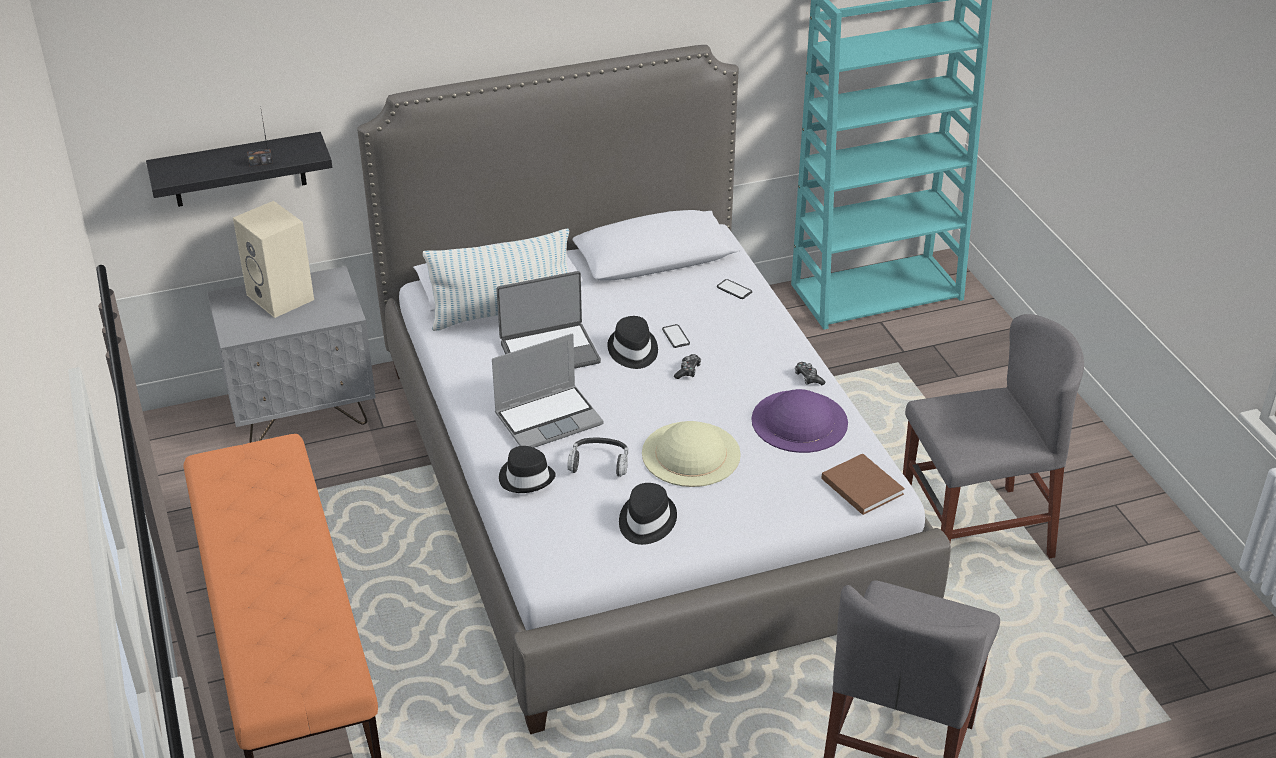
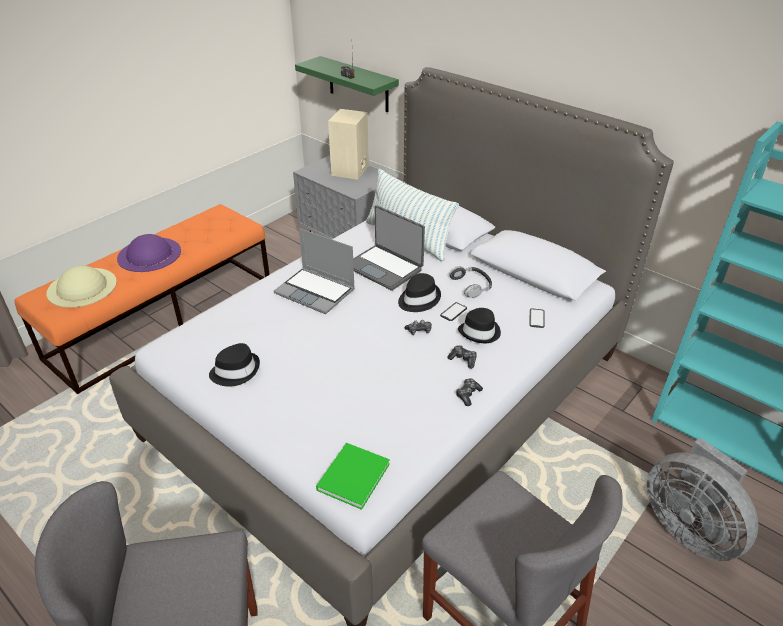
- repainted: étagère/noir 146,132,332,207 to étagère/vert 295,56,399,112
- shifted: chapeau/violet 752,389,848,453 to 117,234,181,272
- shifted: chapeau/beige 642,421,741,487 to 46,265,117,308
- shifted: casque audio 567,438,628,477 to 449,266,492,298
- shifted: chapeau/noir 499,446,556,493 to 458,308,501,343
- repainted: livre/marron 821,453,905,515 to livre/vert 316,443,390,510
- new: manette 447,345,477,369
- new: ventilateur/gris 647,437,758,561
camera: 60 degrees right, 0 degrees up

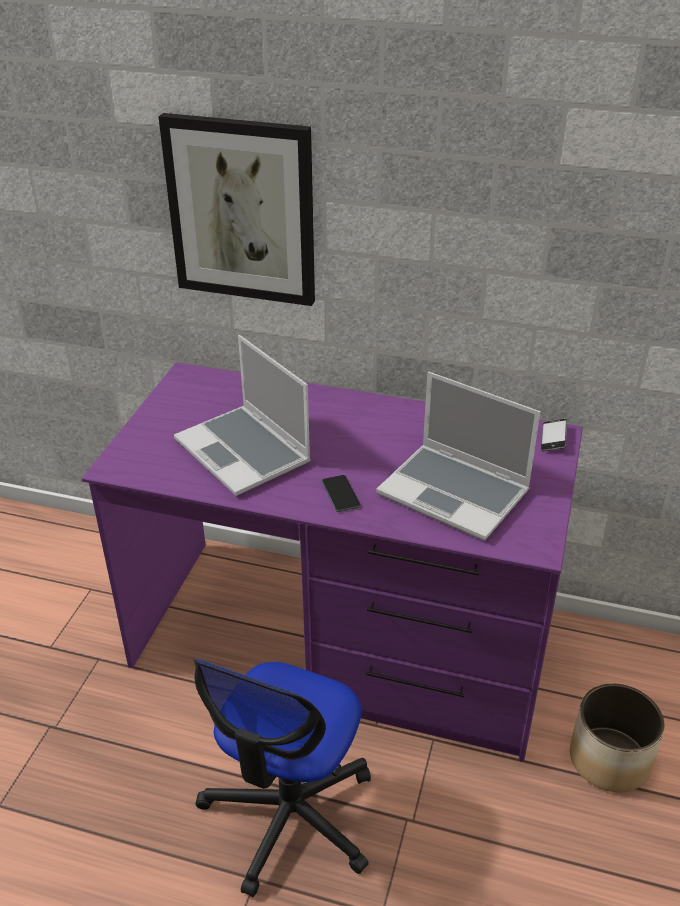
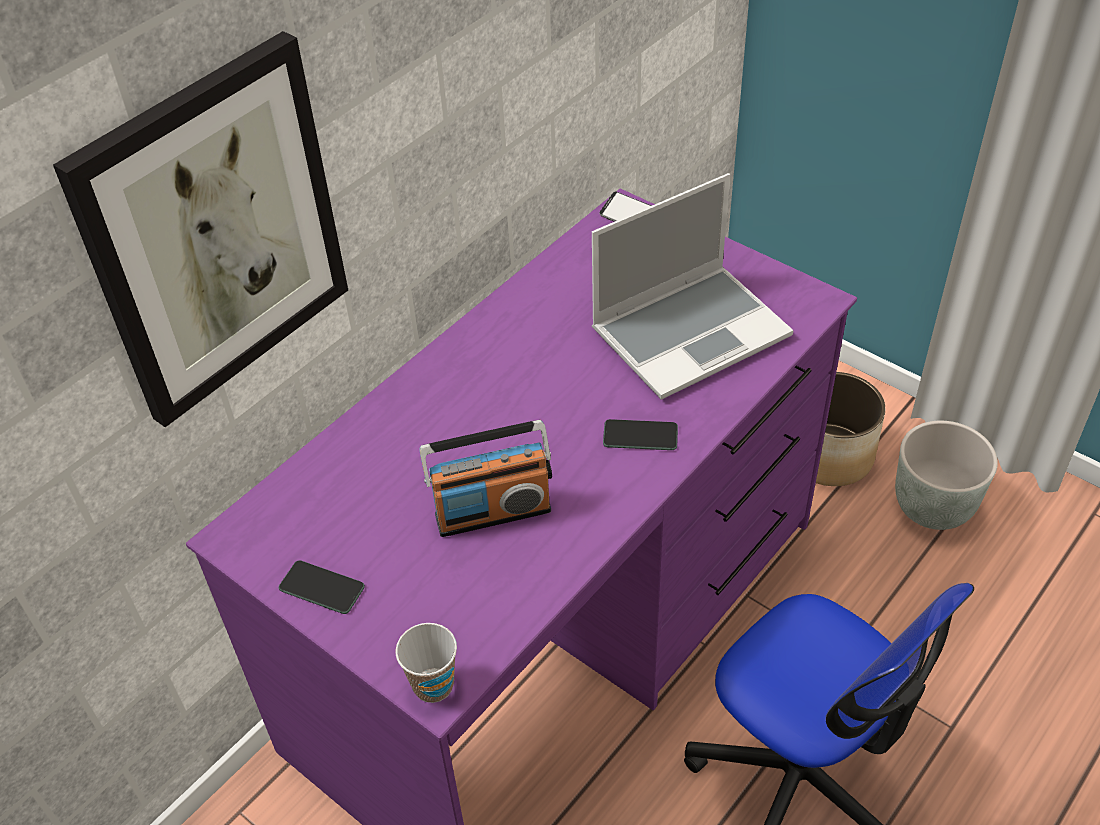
- swapped: ordinateur portable 174,335,311,496 to radio 420,420,552,537
- new: cache-pot/gris 895,421,998,530
- new: téléphone 279,560,365,614
- new: tasse 395,623,457,703
camera: 65 degrees left, 10 degrees up

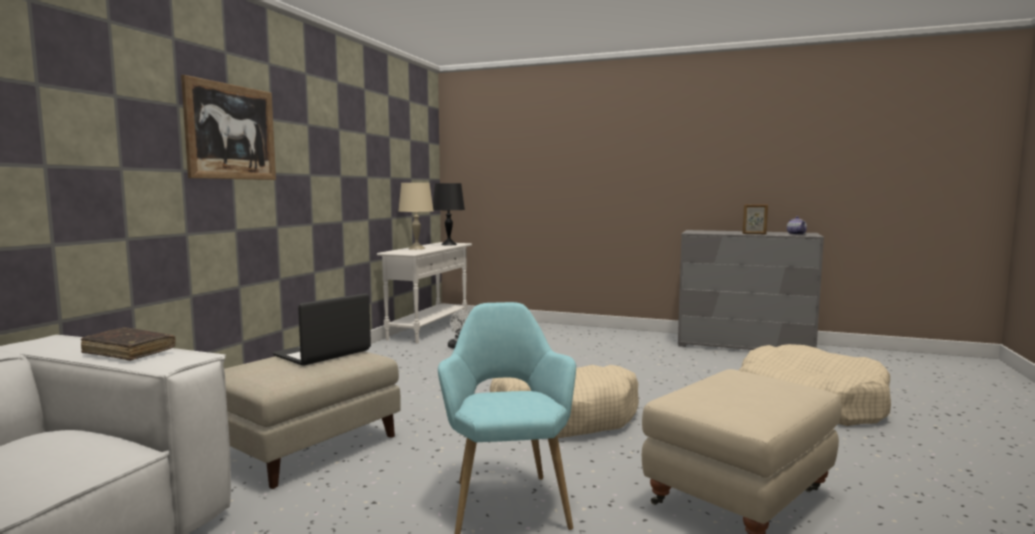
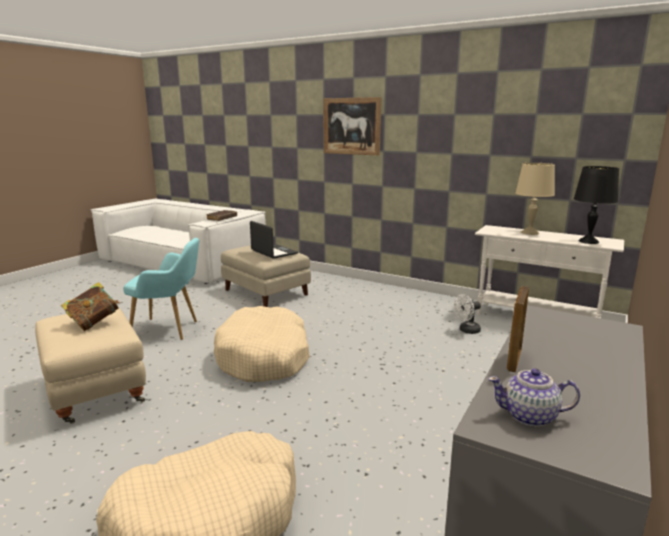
- new: livre 61,282,120,331
camera: 100 degrees right, 10 degrees up

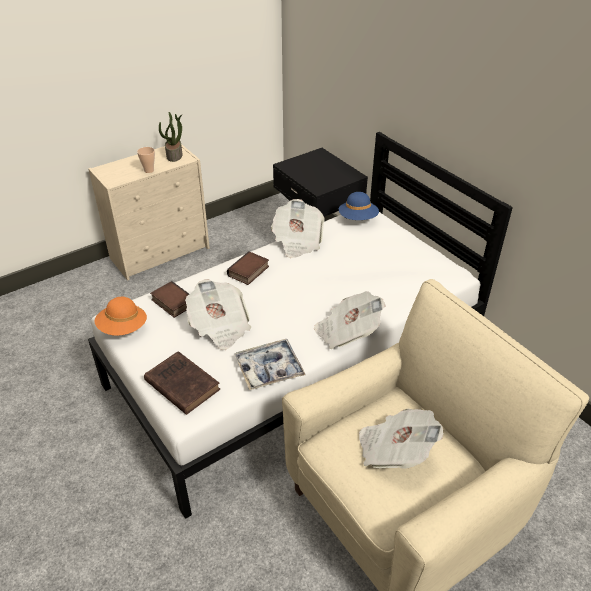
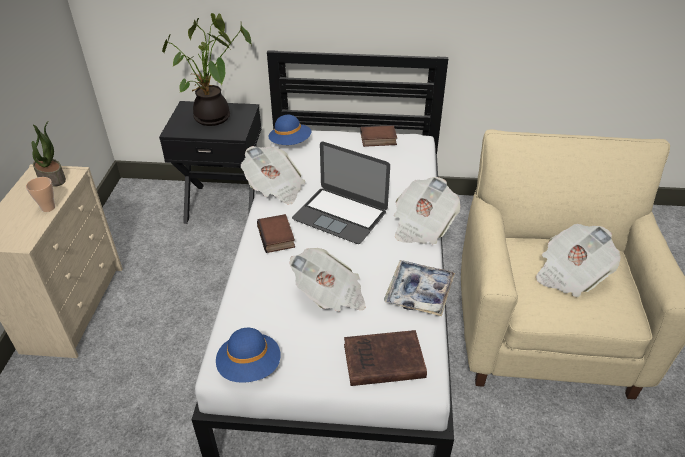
- shifted: livre 150,281,189,318 to 360,125,397,147
- repainted: chapeau/orange 95,297,147,336 to chapeau/bleu 216,328,281,383
- new: plante en pot 162,13,252,126
- new: ordinateur portable 292,142,390,244
camera: 50 degrees left, 0 degrees up

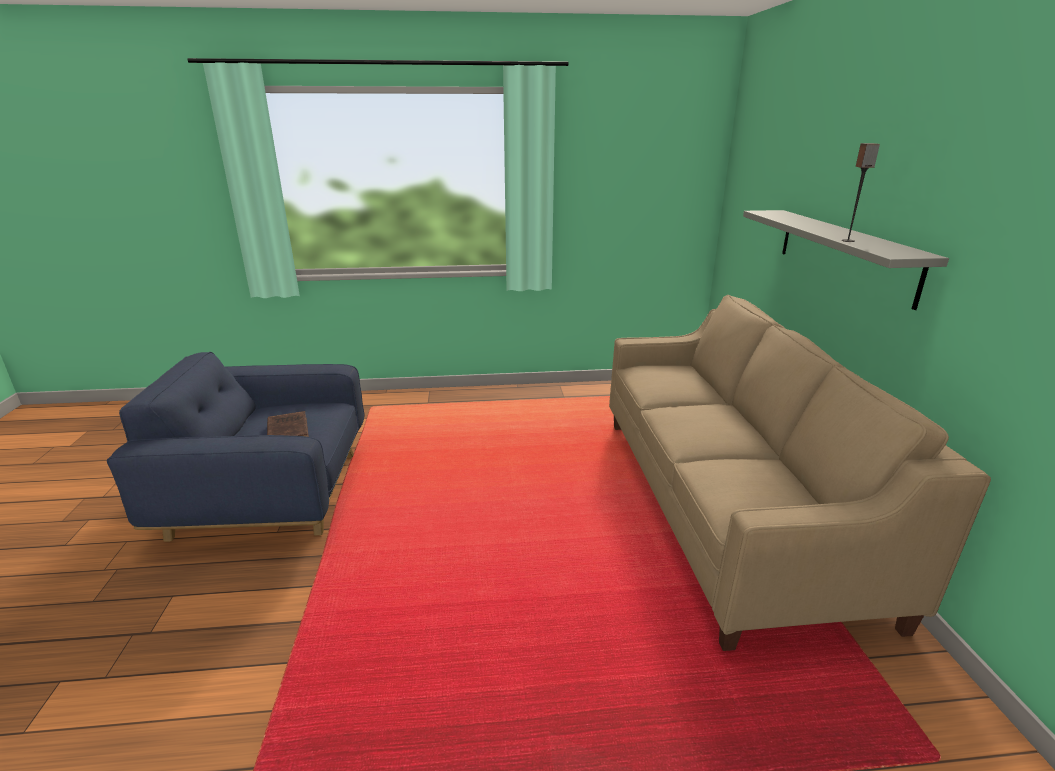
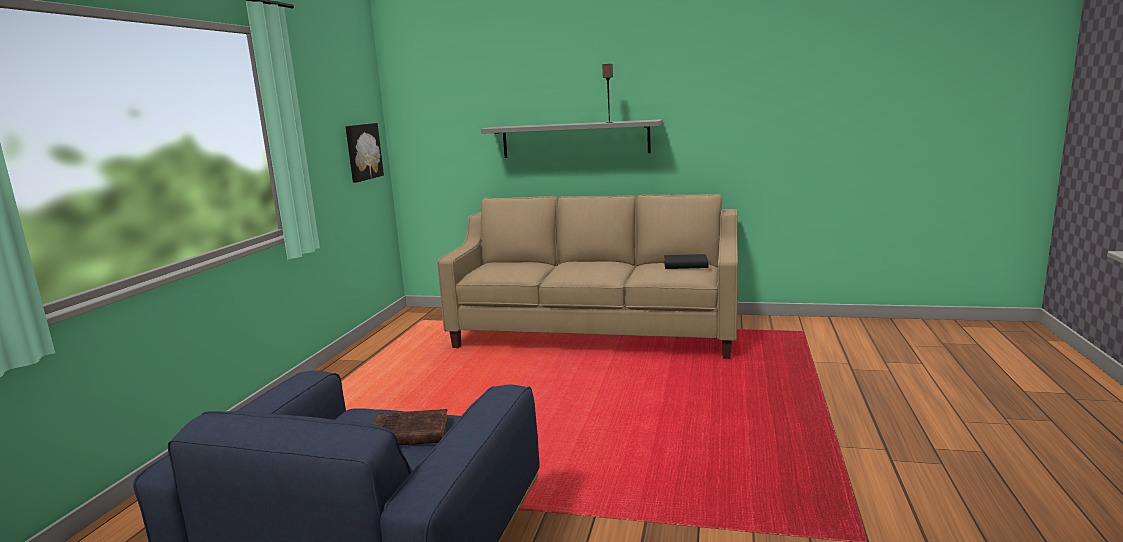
- new: tableau 346,123,384,182
- new: livre/noir 664,254,709,269
camera: 70 degrees left, 10 degrees down

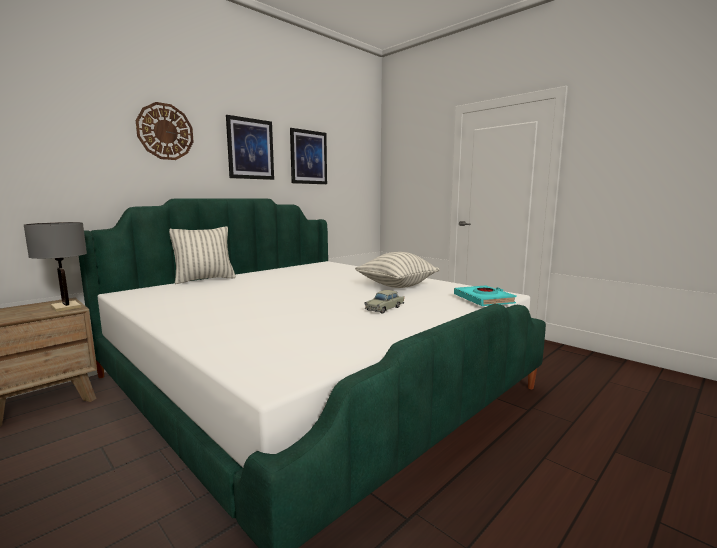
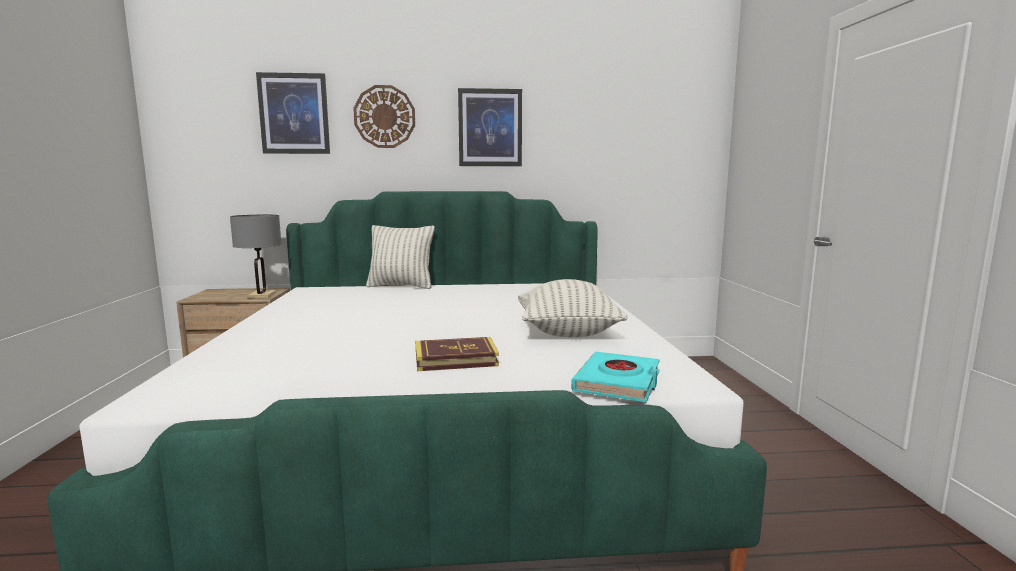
- shifted: tableau 290,128,327,184 to 256,72,330,154
- swapped: petite voiture/beige 364,290,404,314 to livre 416,337,499,371
camera: 40 degrees right, 0 degrees up

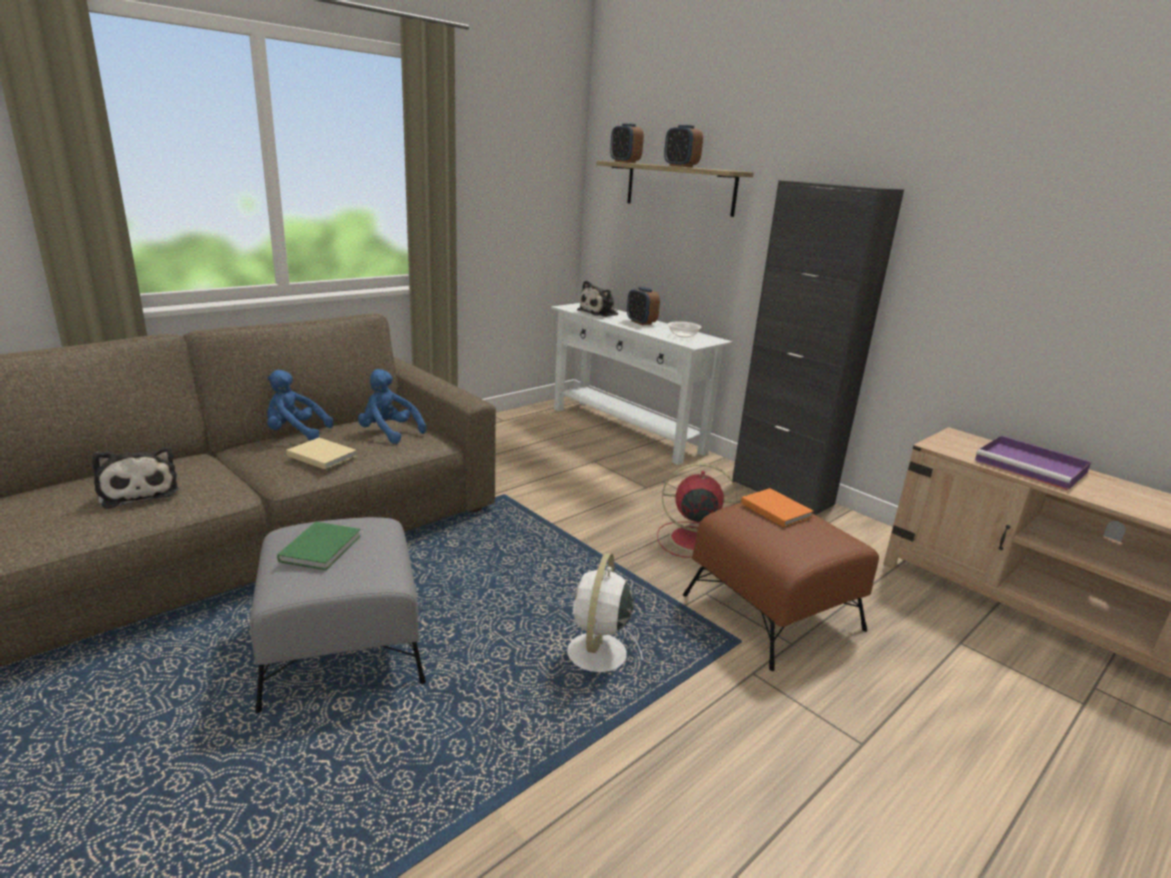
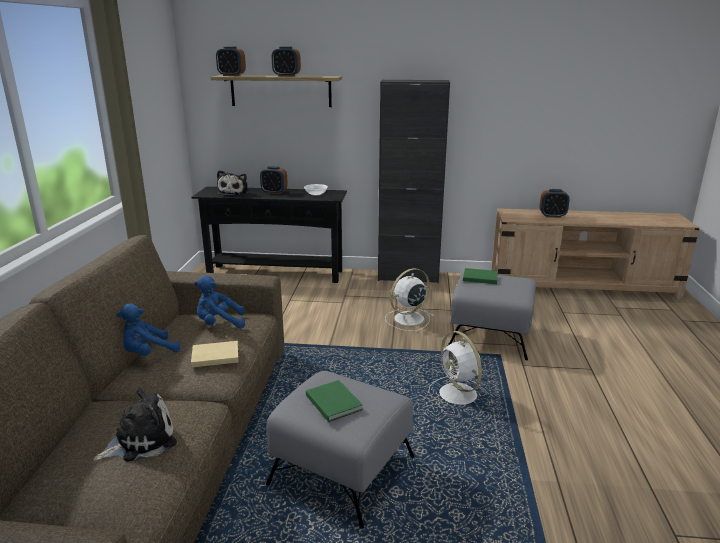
- repainted: table console/blanc 551,303,733,465 to table console/noir 192,187,347,283
- swapped: plateau/violet 975,436,1091,490 to réveil 539,189,570,218
- rotated: peluche 92,447,179,509 = 93,388,177,462 45 degrees counterclockwise
- repainted: ventilateur/rouge 657,463,737,558 to ventilateur/blanc 385,268,434,331
- repainted: livre/orange 741,488,814,527 to livre/vert 463,268,498,284
- repainted: pouf/marron 683,503,879,671 to pouf/gris 448,272,536,361
camera: 40 degrees left, 0 degrees up

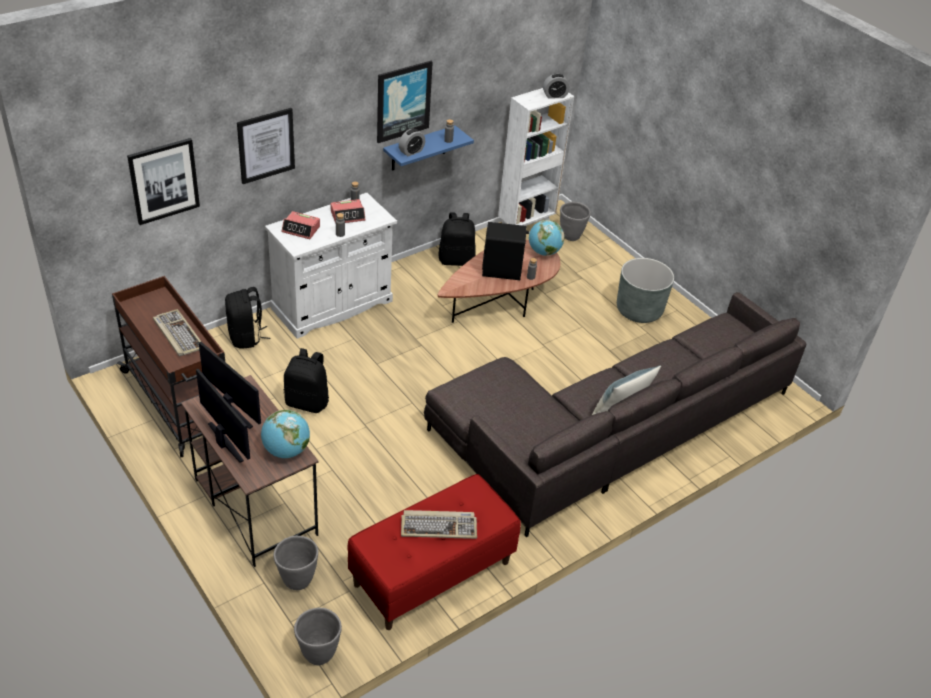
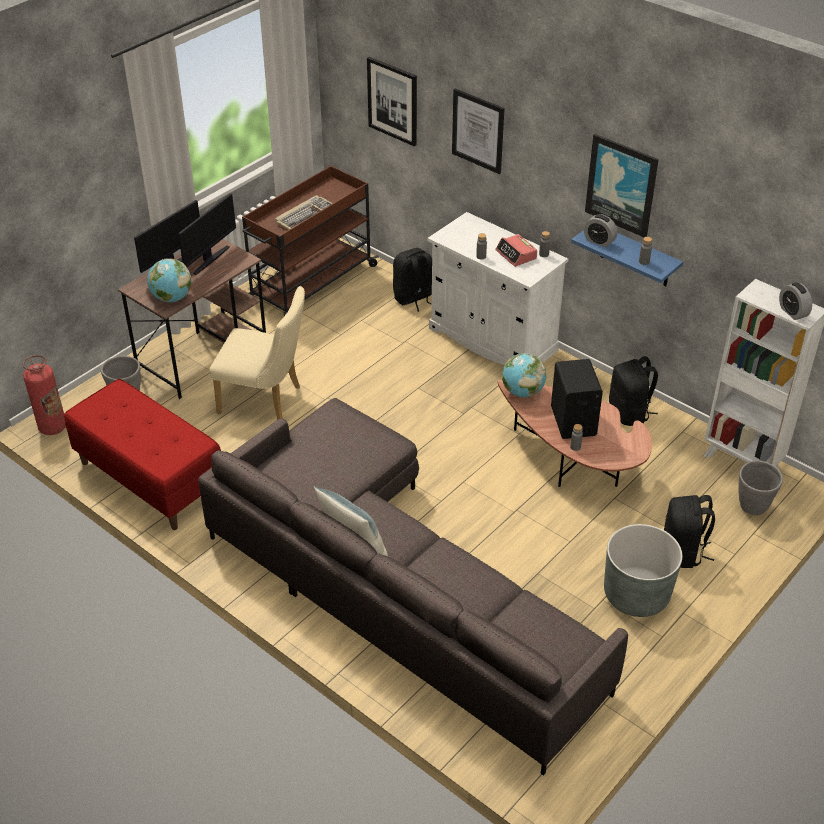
- gone: réveil 281,211,320,239
- shifted: globe 529,220,564,256 to 502,353,546,397
- shifted: sac à dos/noir 284,348,329,413 to 664,495,715,568
- gone: clavier 401,510,477,539
- swapped: cache-pot/gris 294,608,342,665 to extincteur 23,355,66,435
- new: chaise/beige 209,286,305,420
camera: 80 degrees right, 0 degrees up

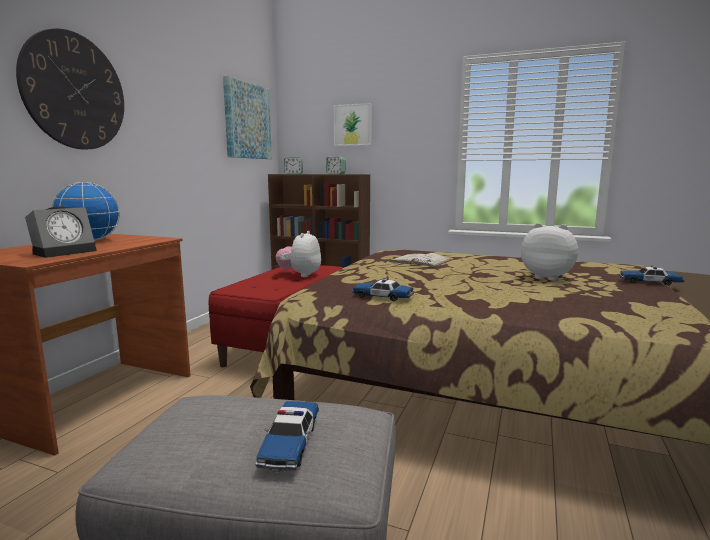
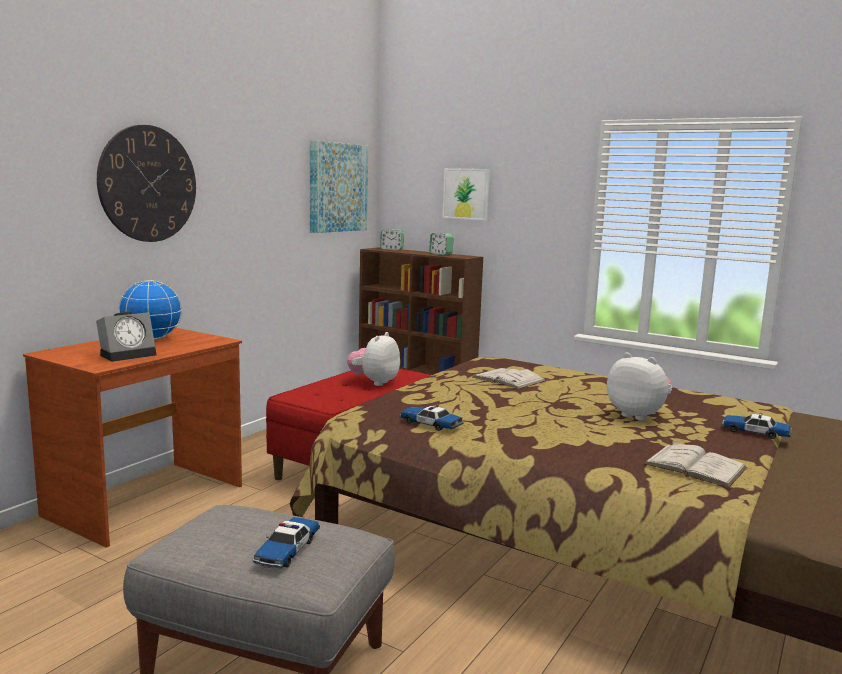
- new: livre/blanc 643,441,747,488
camera: 10 degrees right, 0 degrees up

